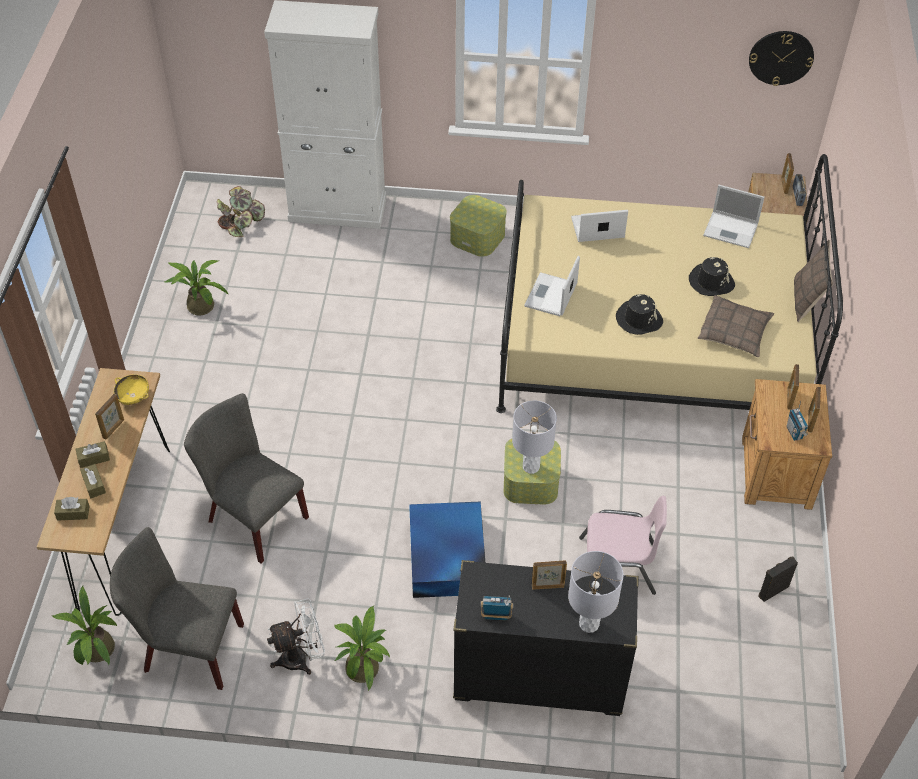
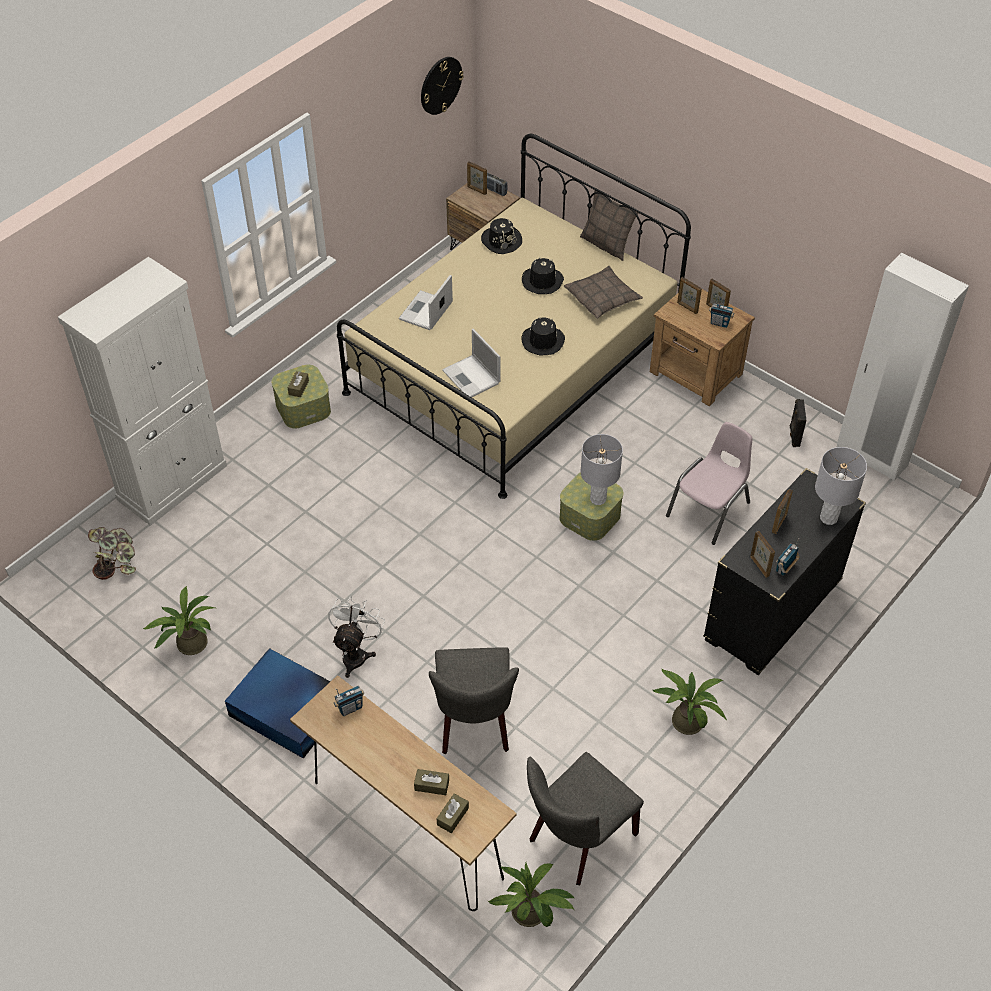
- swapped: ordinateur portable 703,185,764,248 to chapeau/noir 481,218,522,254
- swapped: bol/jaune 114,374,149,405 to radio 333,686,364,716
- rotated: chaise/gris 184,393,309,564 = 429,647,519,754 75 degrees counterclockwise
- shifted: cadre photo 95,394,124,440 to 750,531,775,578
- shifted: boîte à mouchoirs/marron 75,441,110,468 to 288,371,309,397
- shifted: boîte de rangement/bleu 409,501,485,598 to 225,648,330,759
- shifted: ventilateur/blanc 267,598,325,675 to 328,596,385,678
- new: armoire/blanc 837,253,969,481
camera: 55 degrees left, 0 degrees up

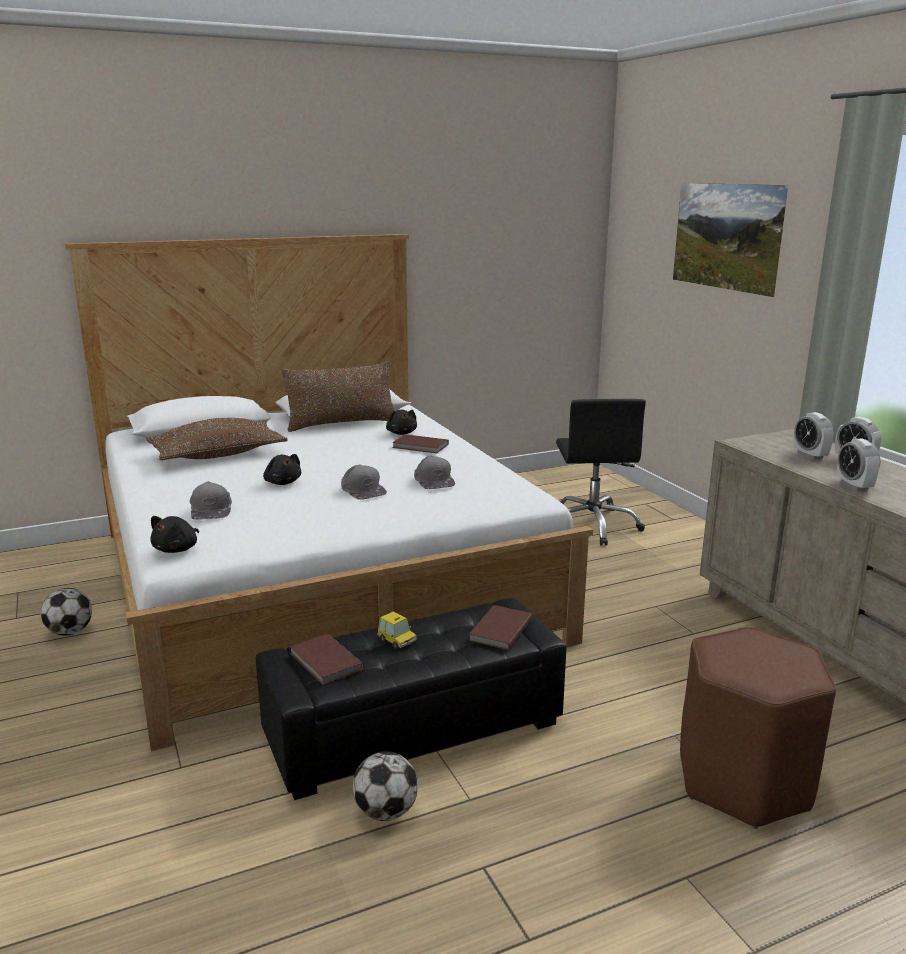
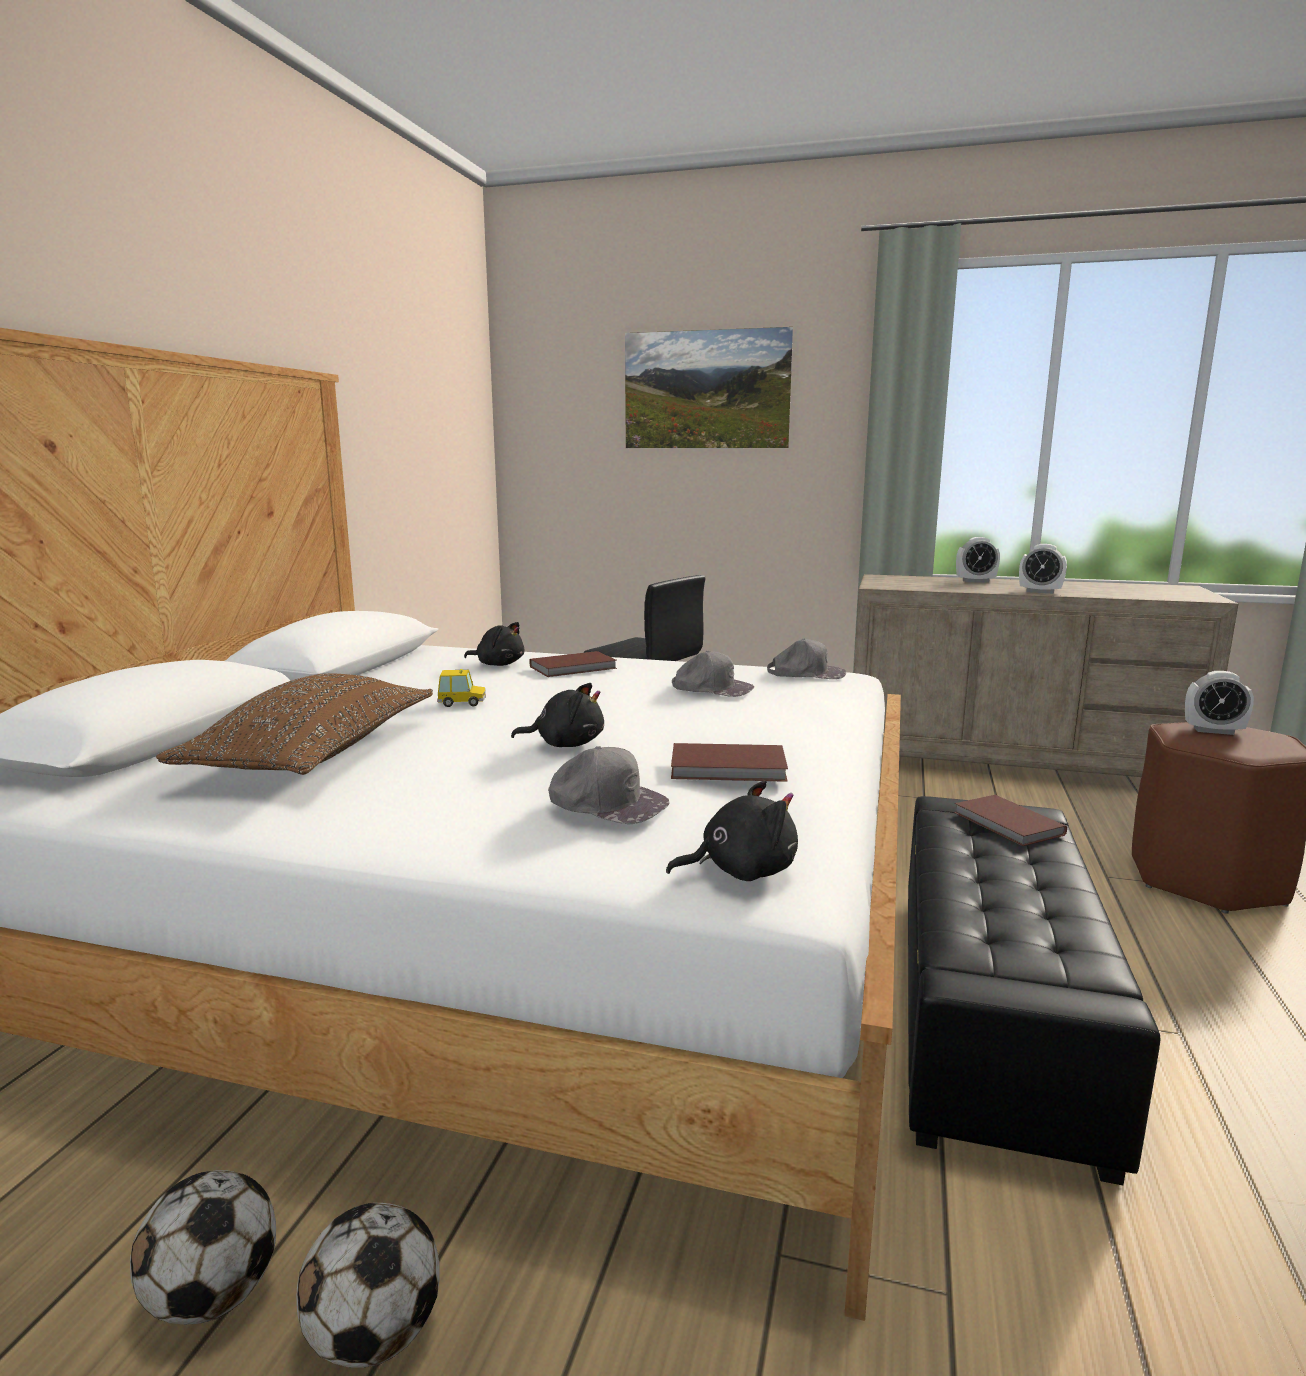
- gone: coussin/marron 282,361,394,432
- shifted: réveil 793,412,834,460 to 1185,671,1254,735
- shifted: casquette/gris 341,464,387,500 to 767,638,846,679
- rotated: peluche/noir 150,516,199,553 = 666,781,798,881 75 degrees counterclockwise
- shifted: petite voiture 377,611,417,649 to 437,669,486,707
- shifted: livre/marron 290,634,364,685 to 671,743,788,782
- shifted: ballon de foot 353,751,418,821 to 297,1203,440,1367
camera: 50 degrees left, 5 degrees down

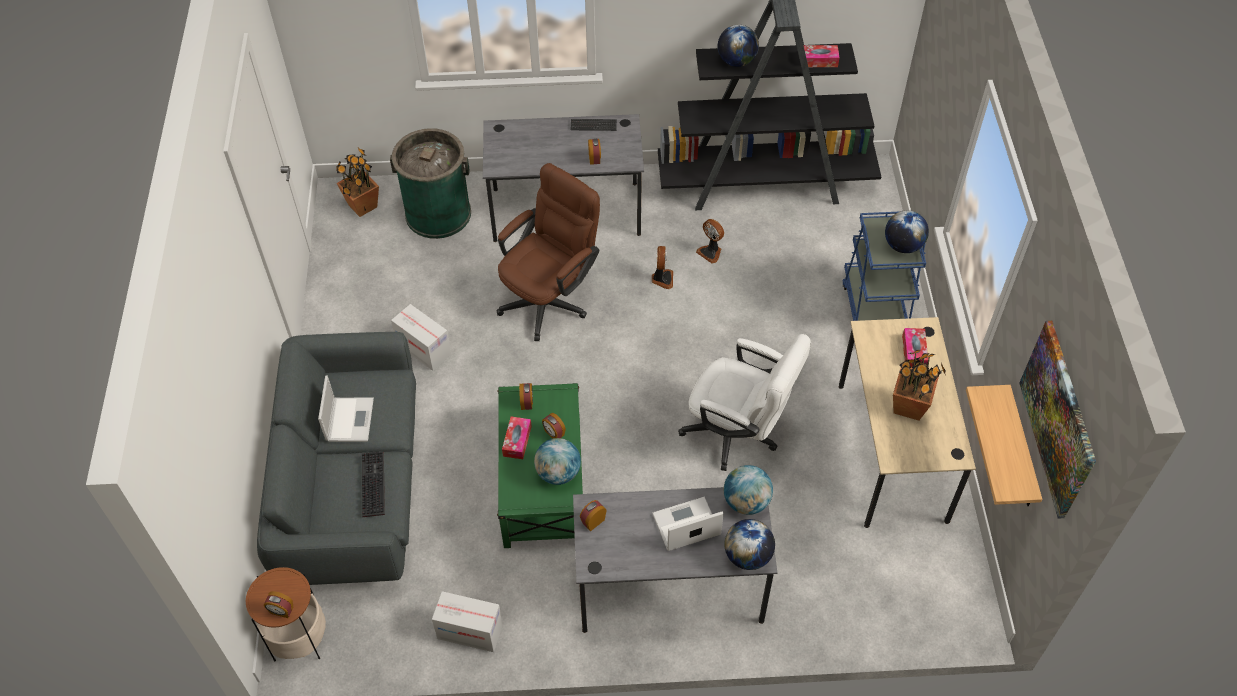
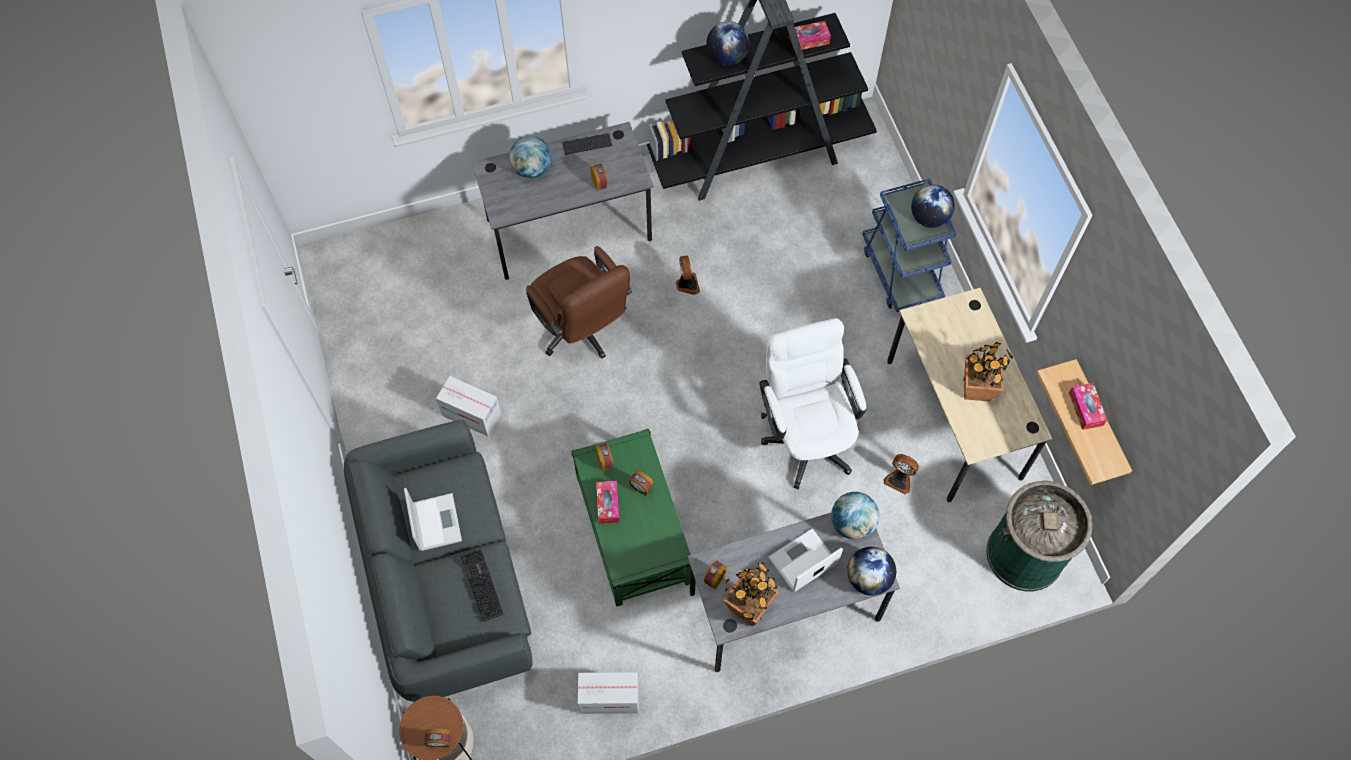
- shifted: poubelle/vert 390,128,471,239 to 986,481,1092,592
- shifted: plante en pot 335,148,379,217 to 723,562,779,627
- rotated: chaise de bureau/marron 497,163,600,341 = 526,246,632,359 120 degrees clockwise
- shifted: ventilateur 696,219,724,263 to 883,454,919,494
- gone: tableau 1019,321,1096,519
- shifted: boîte à mouchoirs 902,328,928,368 to 1069,383,1107,430
- rotated: chaise de bureau/blanc 678,334,811,471 = 759,318,867,489 120 degrees counterclockwise
- shifted: globe 534,438,581,485 to 509,136,552,178
camera: 15 degrees left, 10 degrees up

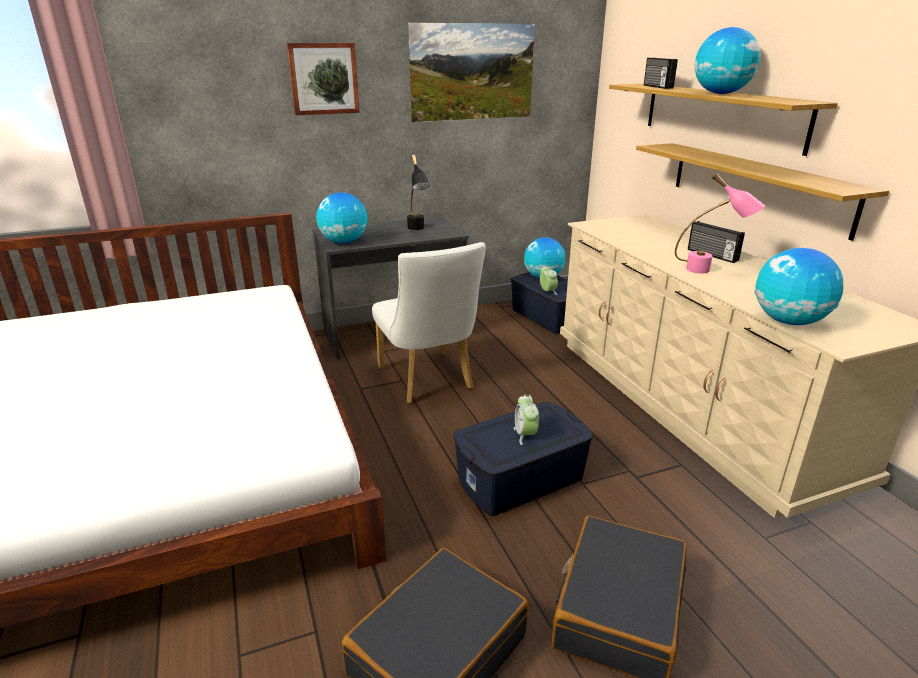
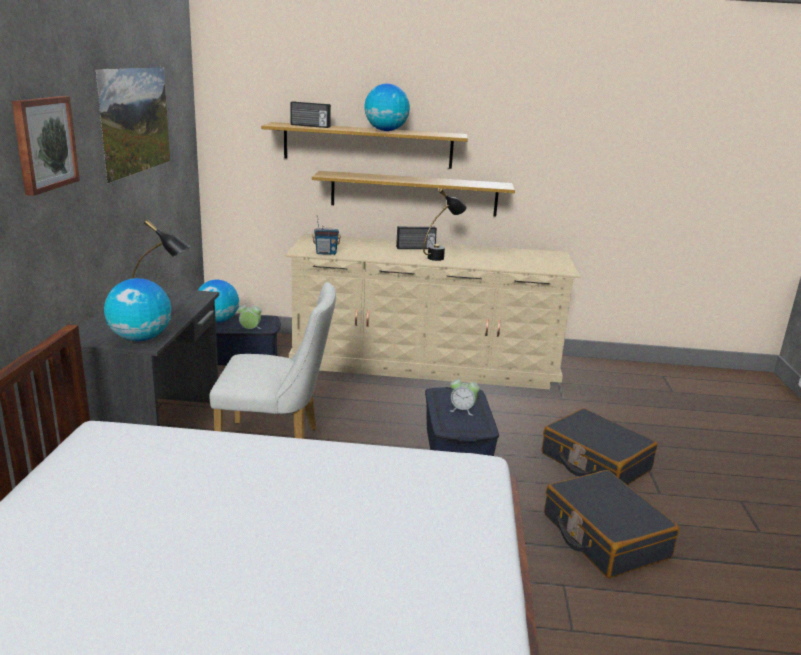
- repainted: lampe de table/rose 675,173,765,273 to lampe de table/noir 423,188,467,261
- gone: globe 754,248,843,325
- new: radio 312,215,341,255
camera: 65 degrees left, 5 degrees down

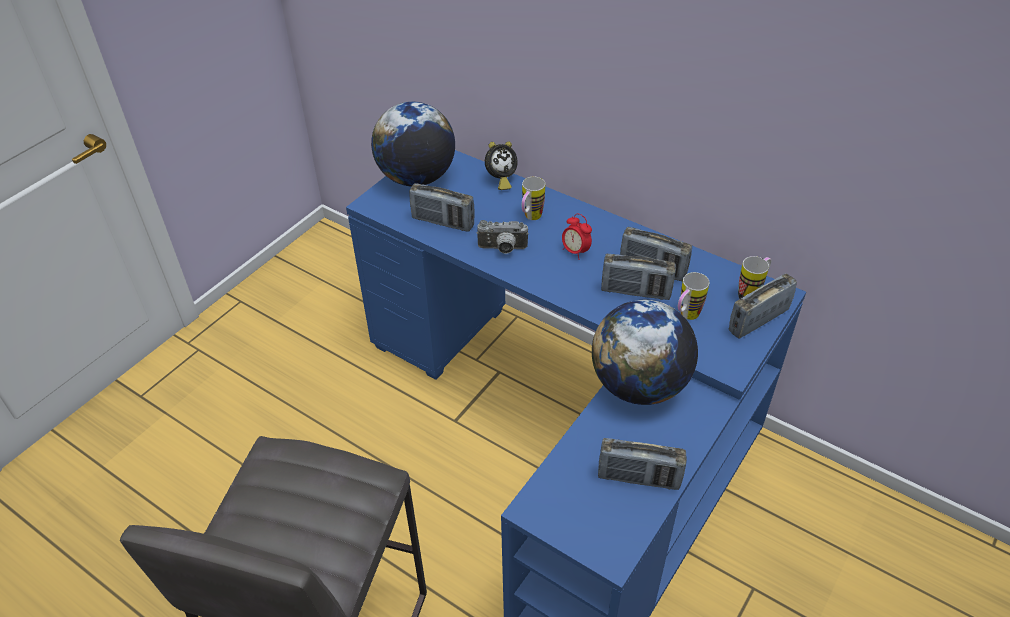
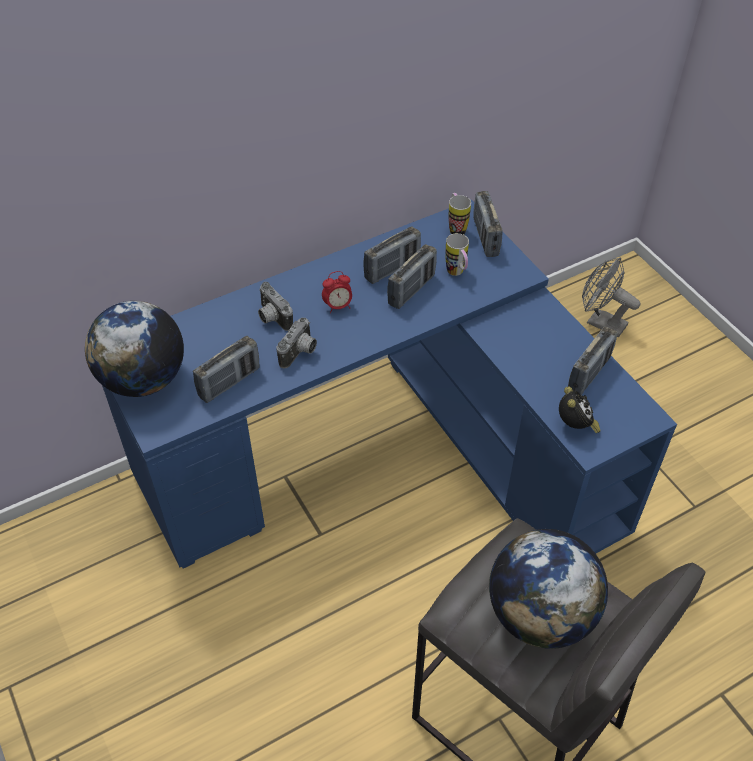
- shifted: réveil 485,141,518,190 to 559,387,601,433
- swapped: mug 522,177,545,220 to appareil photo 258,282,293,331
- shifted: globe 592,300,698,405 to 489,529,608,649
- new: ventilateur/gris 582,258,640,337
camera: 65 degrees left, 5 degrees up

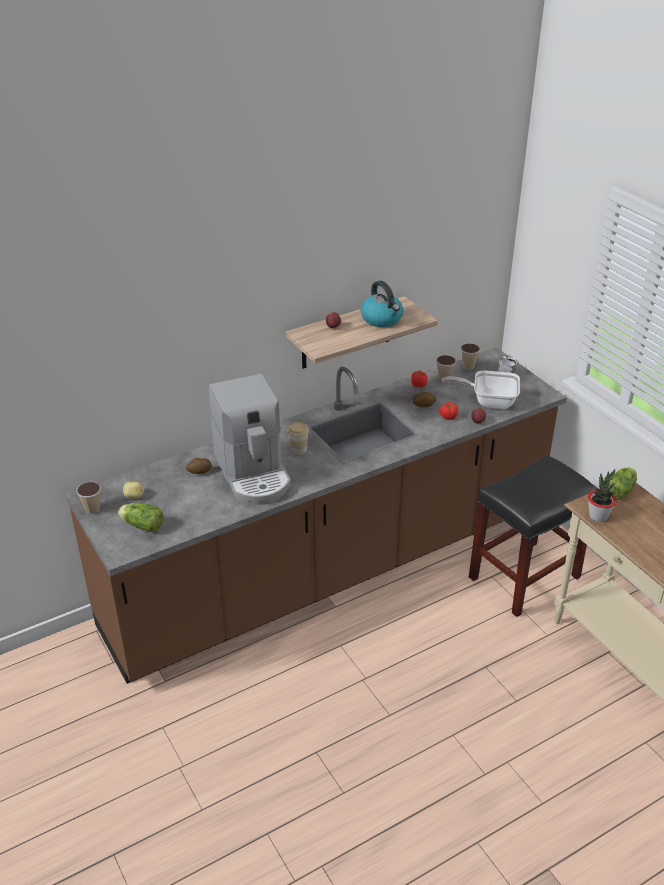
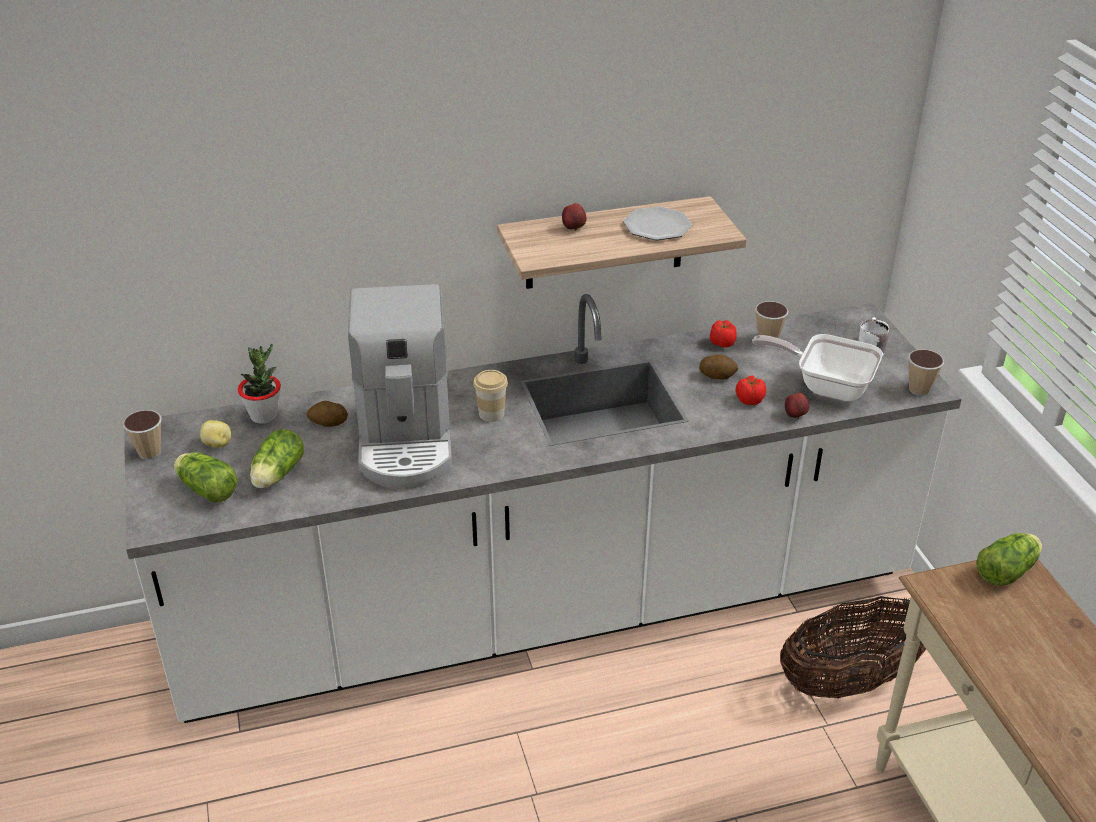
- swapped: bouilloire 361,281,403,327 to assiette 623,206,692,240
- shifted: tasse 460,343,480,370 to 908,349,944,396
- repainted: comptoir de cuisine/marron 65,347,567,684 to comptoir de cuisine/blanc 124,294,962,723
- swapped: tabouret/noir 469,454,597,617 to panier 780,596,926,698
- shifted: plante en pot 588,469,617,522 to 238,344,281,424
- new: laitue 250,429,304,488
camera: 15 degrees right, 0 degrees up

